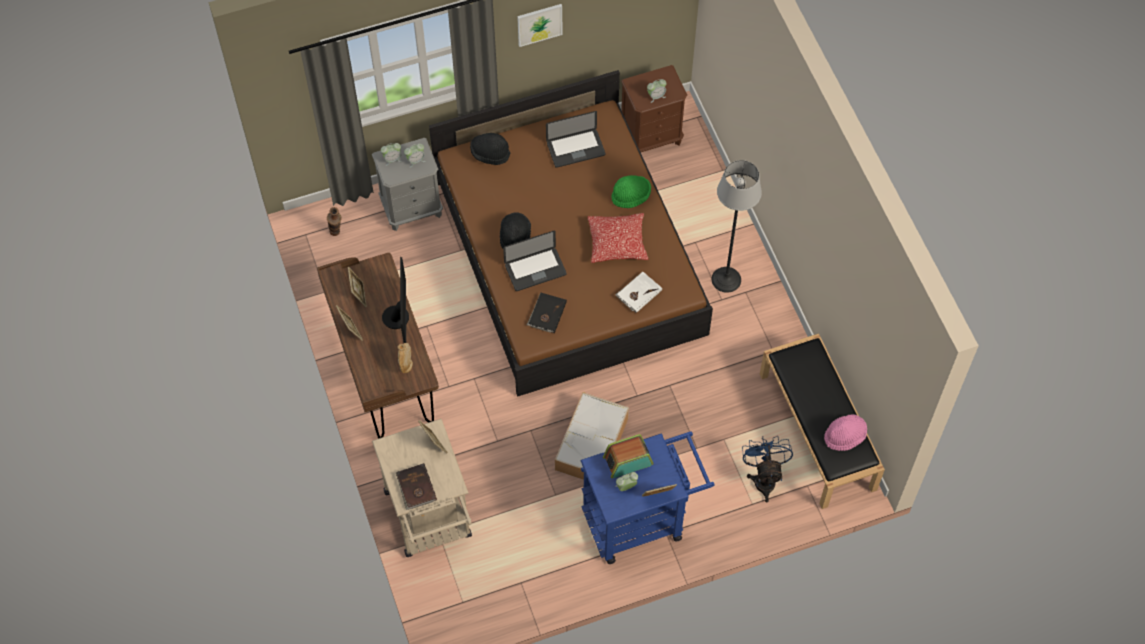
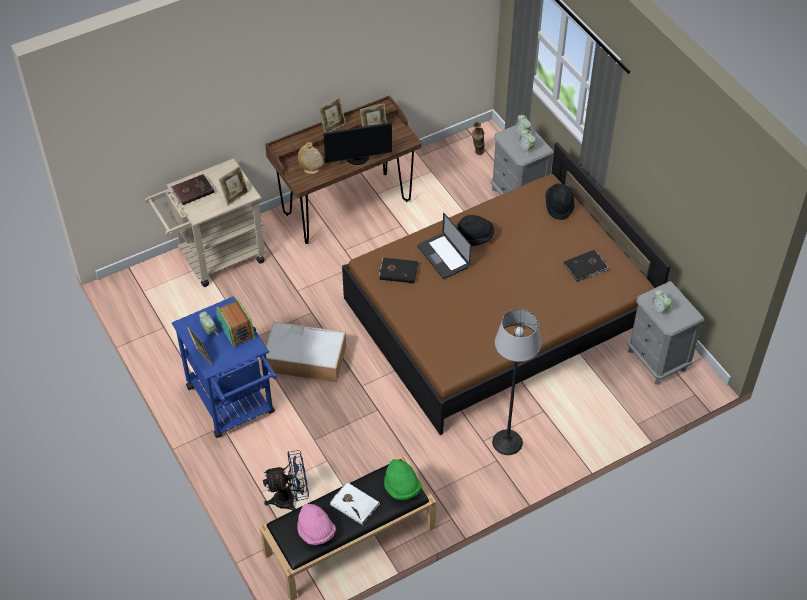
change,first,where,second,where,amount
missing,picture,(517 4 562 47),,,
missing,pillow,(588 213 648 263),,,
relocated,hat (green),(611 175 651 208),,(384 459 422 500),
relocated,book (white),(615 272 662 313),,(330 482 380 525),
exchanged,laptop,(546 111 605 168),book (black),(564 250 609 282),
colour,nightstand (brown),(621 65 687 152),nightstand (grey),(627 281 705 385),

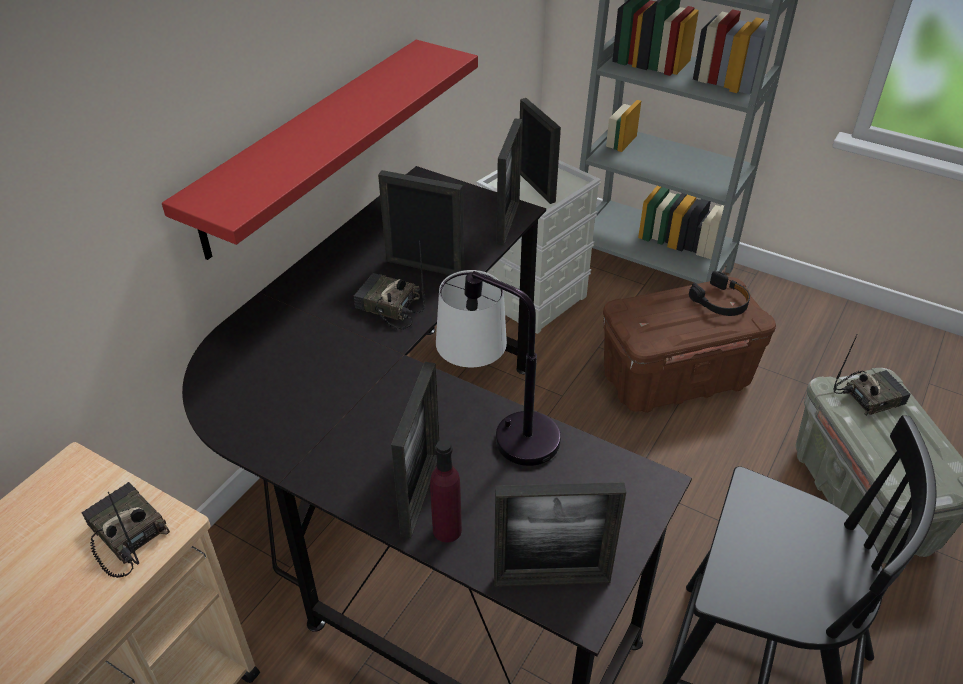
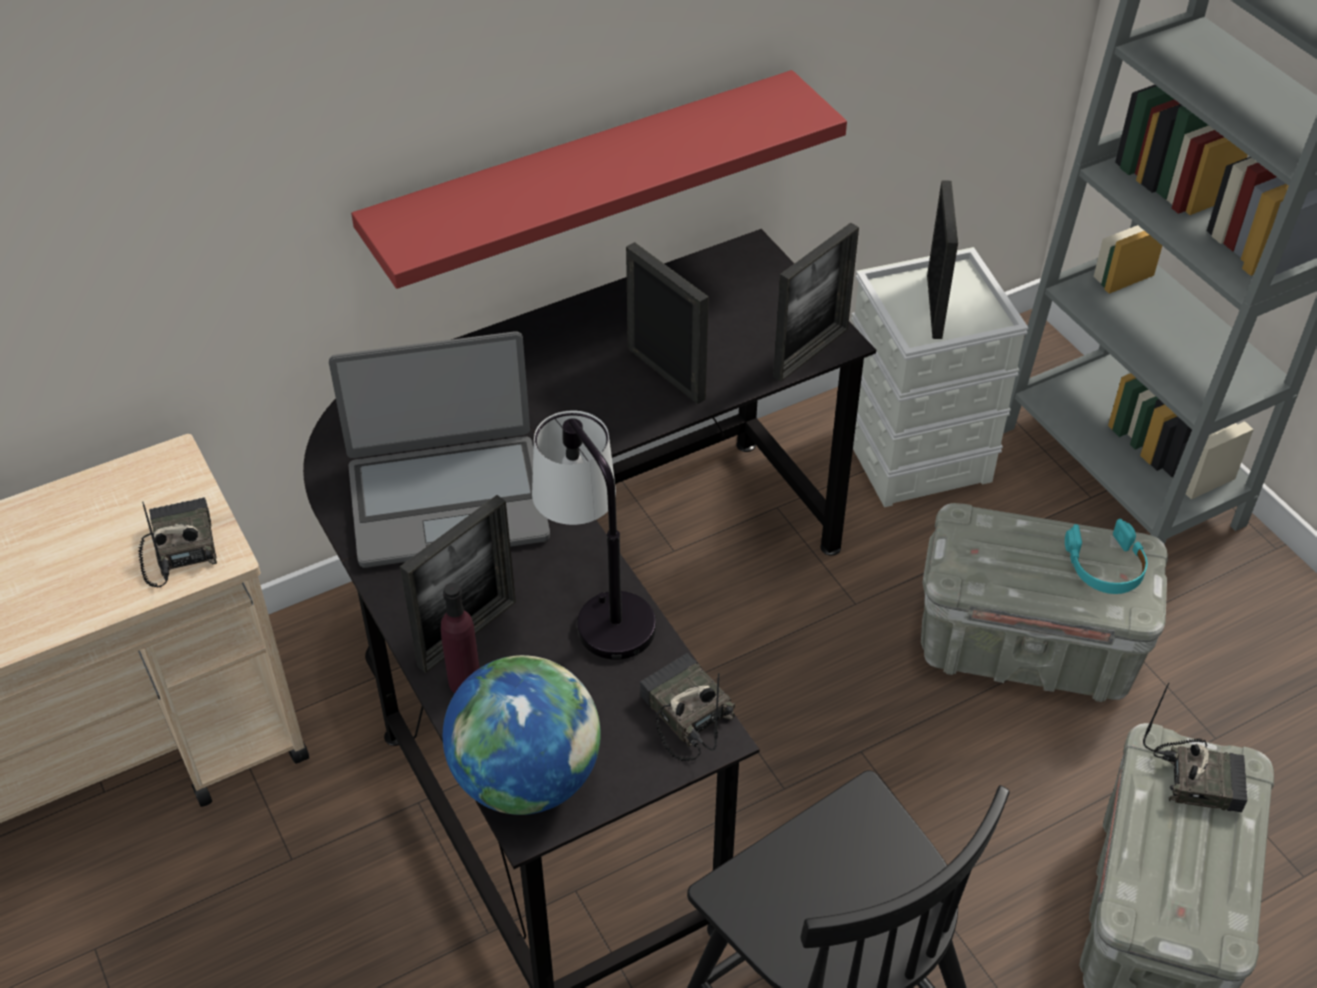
change,first,where,second,where,amount
appeared,,,laptop,(329 331 550 568),
relocated,radio,(354 241 425 330),,(640 653 735 761),
exchanged,picture frame,(494 482 626 587),globe,(443 655 601 815),
colour,storage box (brown),(603 277 776 413),storage box (grey),(921 503 1168 702),
colour,headphones (black),(689 271 750 316),headphones (turquoise),(1065 519 1147 594),

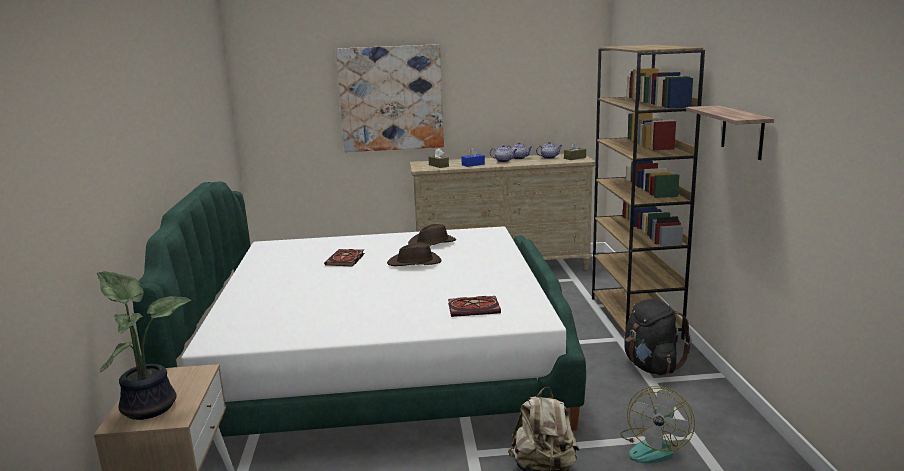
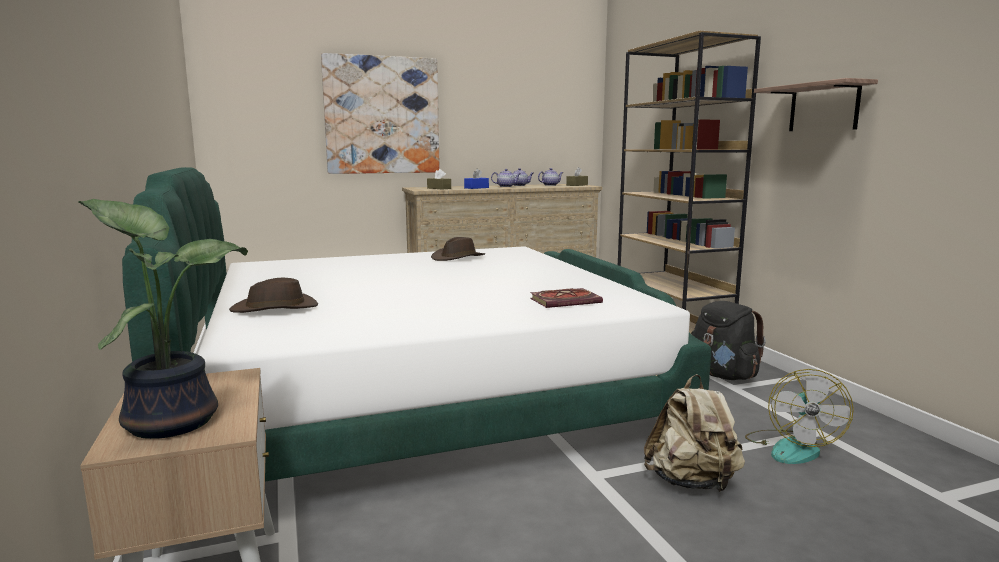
change,first,where,second,where,amount
missing,book,(324 249 365 266),,,
relocated,hat (brown),(387 243 441 266),,(229 278 318 313),

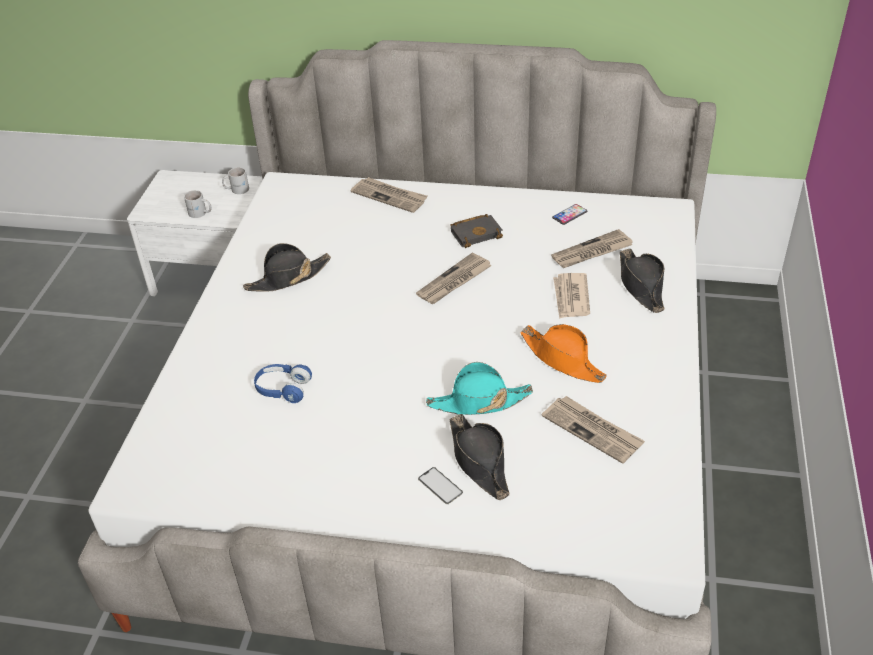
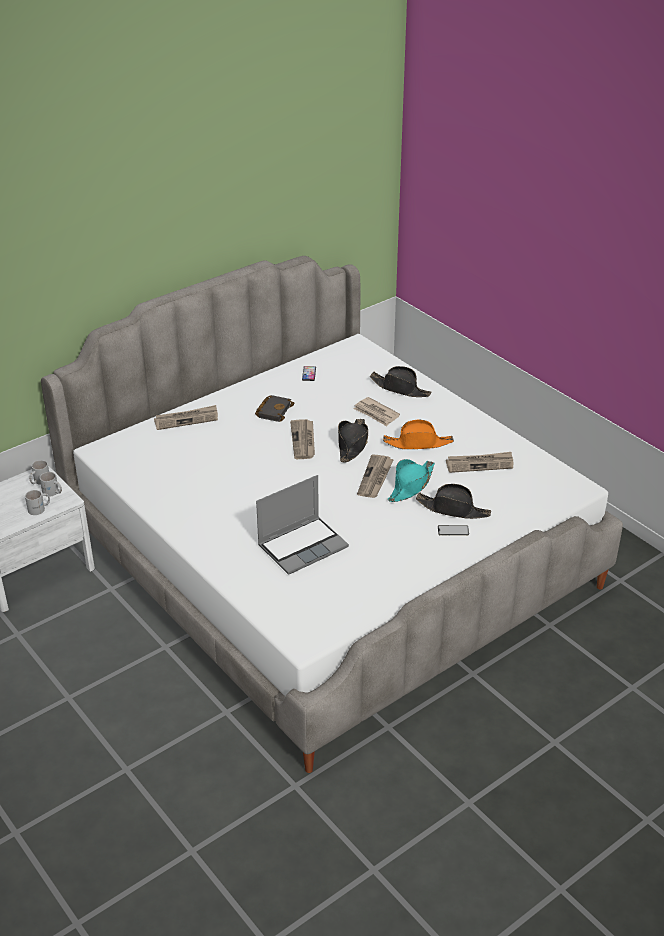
change,first,where,second,where,amount
appeared,,,mug (white),(40 472 62 497),
relocated,hat (black),(243 243 331 292),,(338 419 368 462),
relocated,newspaper,(551 229 633 268),,(357 454 394 498),
exchanged,headphones (blue),(254 364 312 403),laptop,(256 475 349 575),

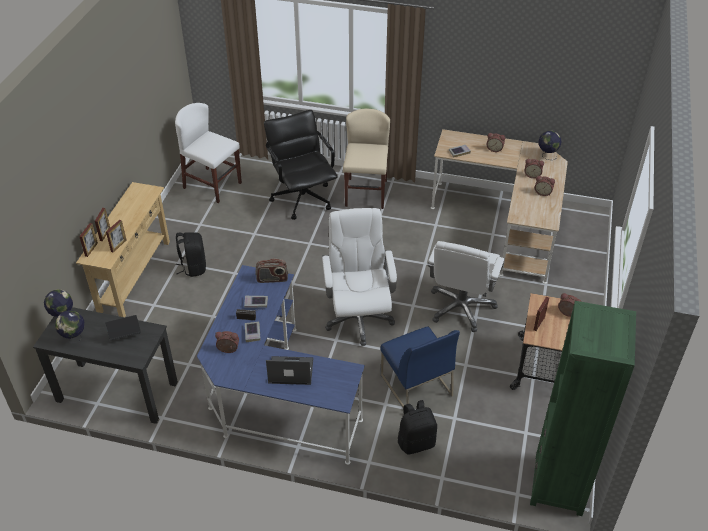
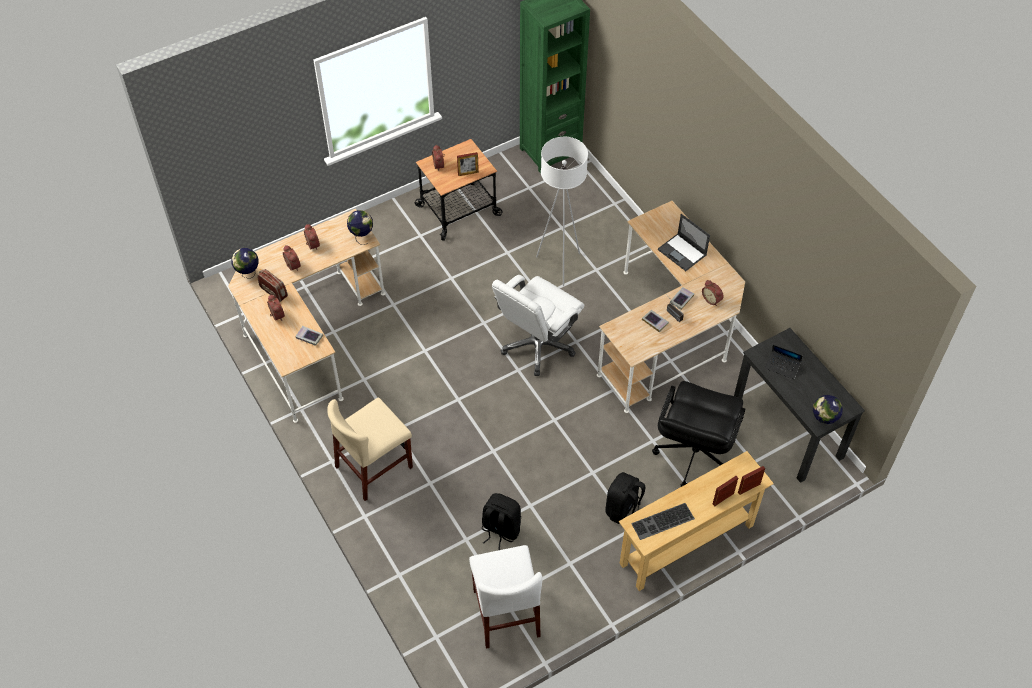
change,first,where,second,where,amount
missing,picture frame,(106 220 126 252),,,
missing,office chair (white),(427 241 505 332),,,
appeared,,,keyboard,(631 503 695 540),
relocated,globe,(55 310 84 343),,(347 210 373 245),
relocated,radio,(256 258 288 283),,(257 269 288 302),
relocated,office chair (black),(264 110 338 220),,(652 381 745 487),
relocated,backpack (black),(397 400 437 455),,(482 493 521 550),
exchanged,chair (blue),(380 326 460 408),floor lamp (white),(536 137 588 286),
colour,desk (blue),(197 265 365 465),desk (beige),(597 201 745 413),

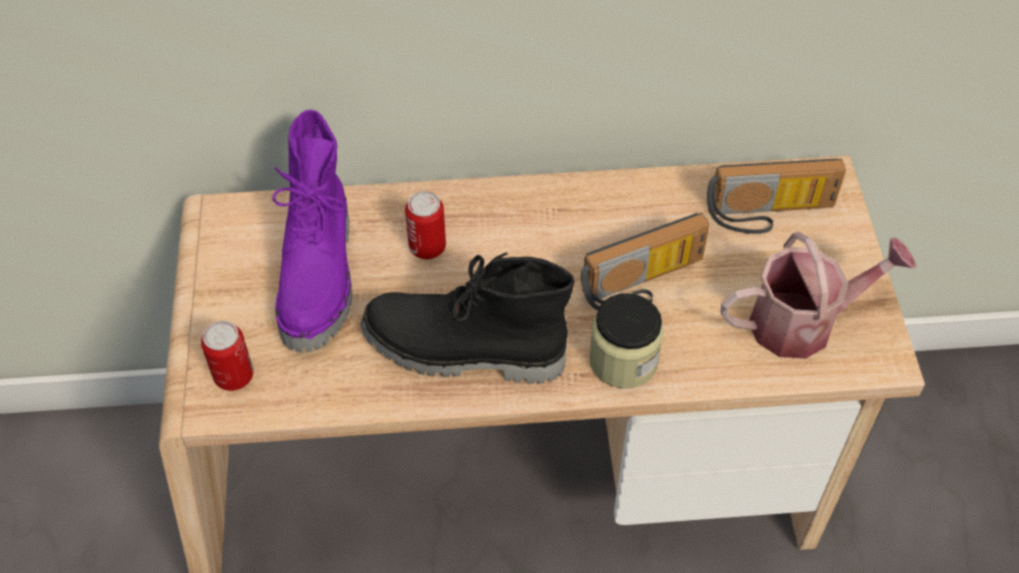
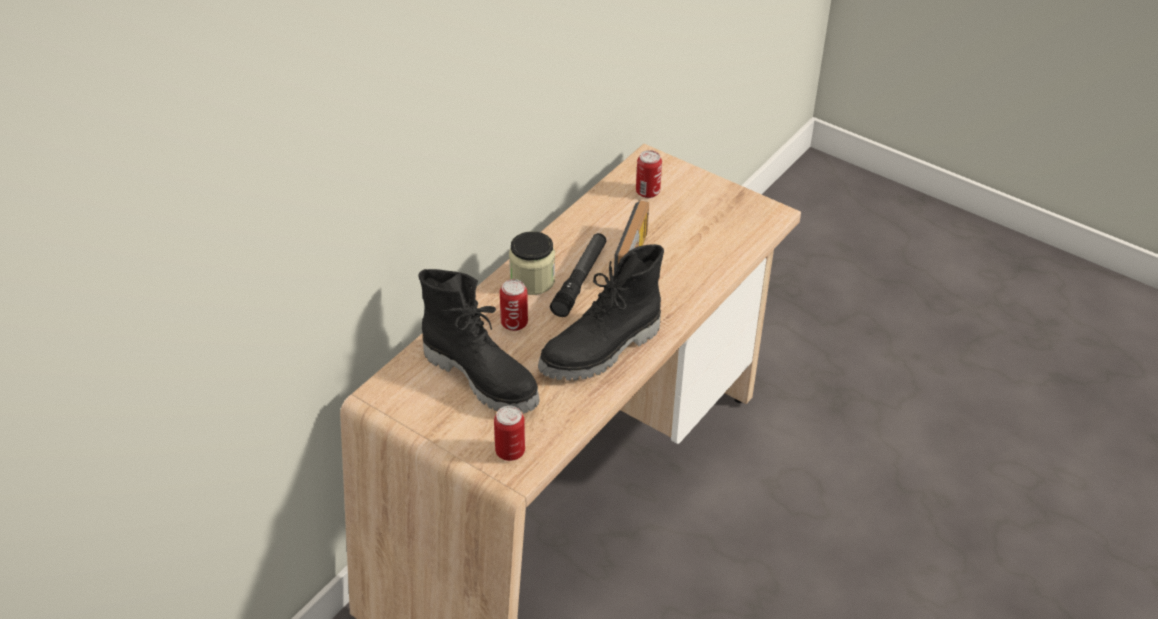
change,first,where,second,where,amount
missing,watering can,(720 232 916 359),,,
appeared,,,flashlight,(550 233 606 317),
relocated,jar,(589 293 664 389),,(509 231 555 295),
exchanged,radio,(707 159 846 234),can,(636 150 662 198),
colour,boot (purple),(272 110 353 353),boot (black),(418 269 540 414),

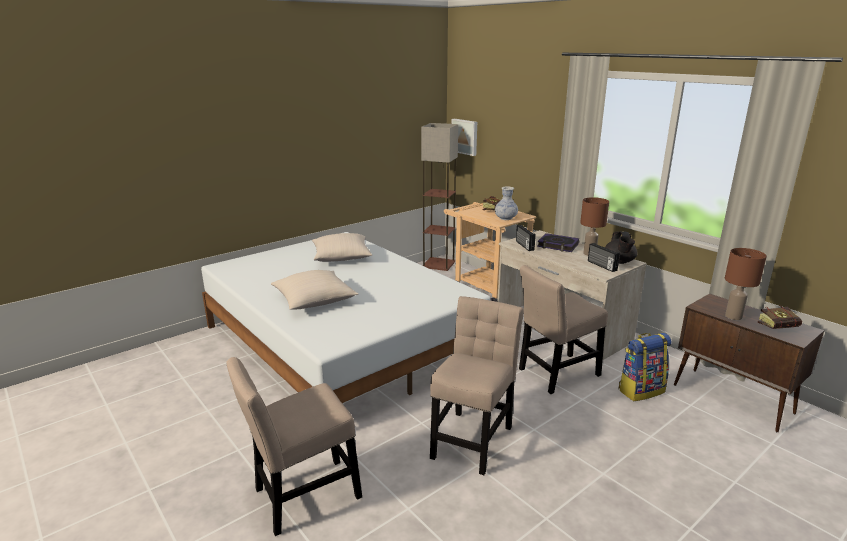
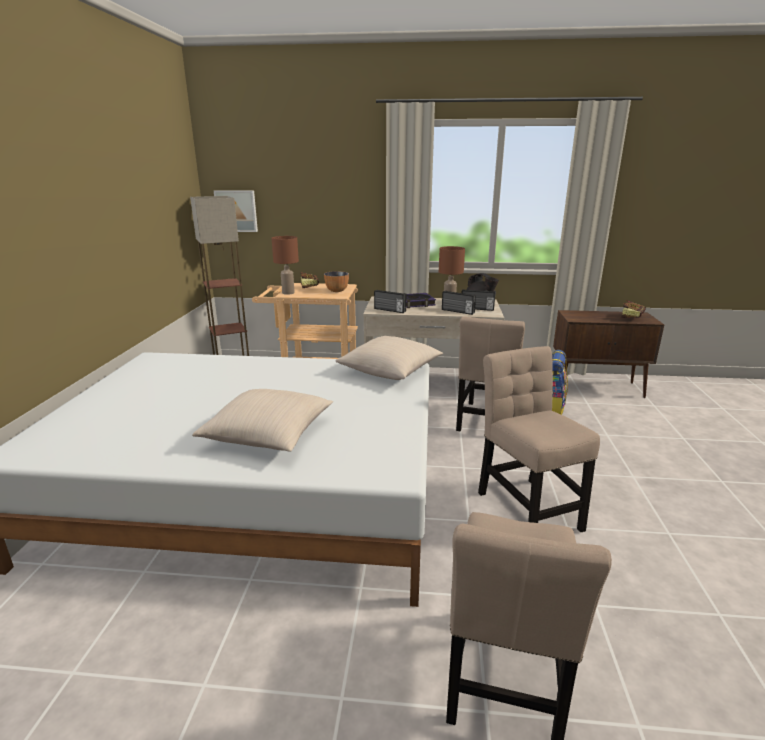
change,first,where,second,where,amount
appeared,,,radio,(442 291 476 315),
relocated,pillow (beige),(312 233 372 262),,(335 336 443 380),
relocated,table lamp (brown),(725 248 767 320),,(271 236 299 295),
exchanged,vase,(495 186 518 220),bowl,(324 271 349 292),

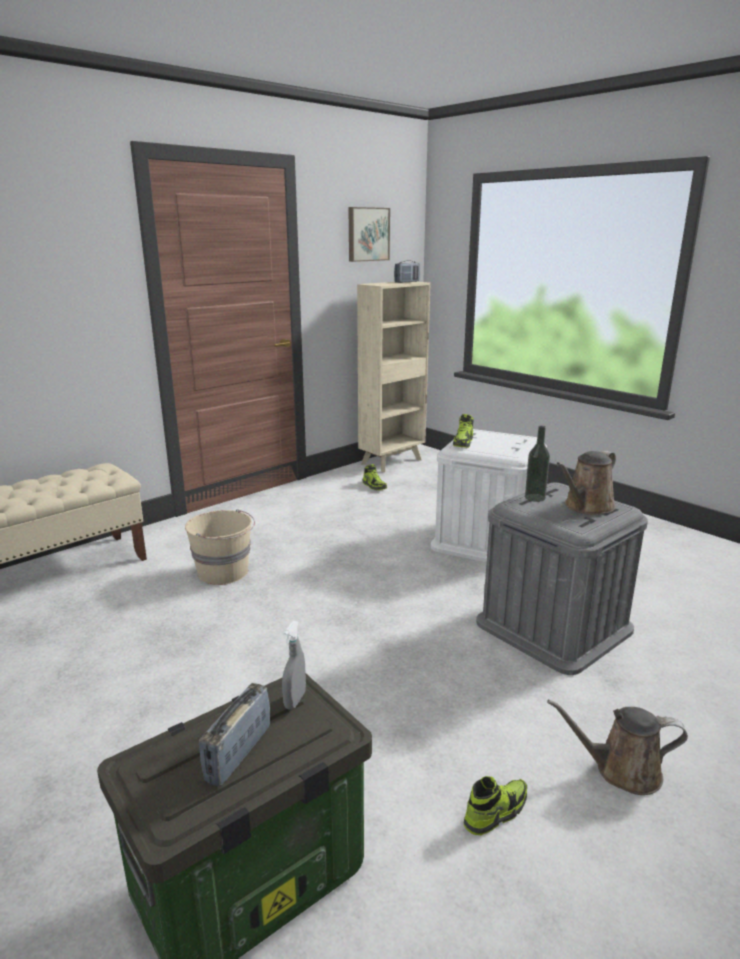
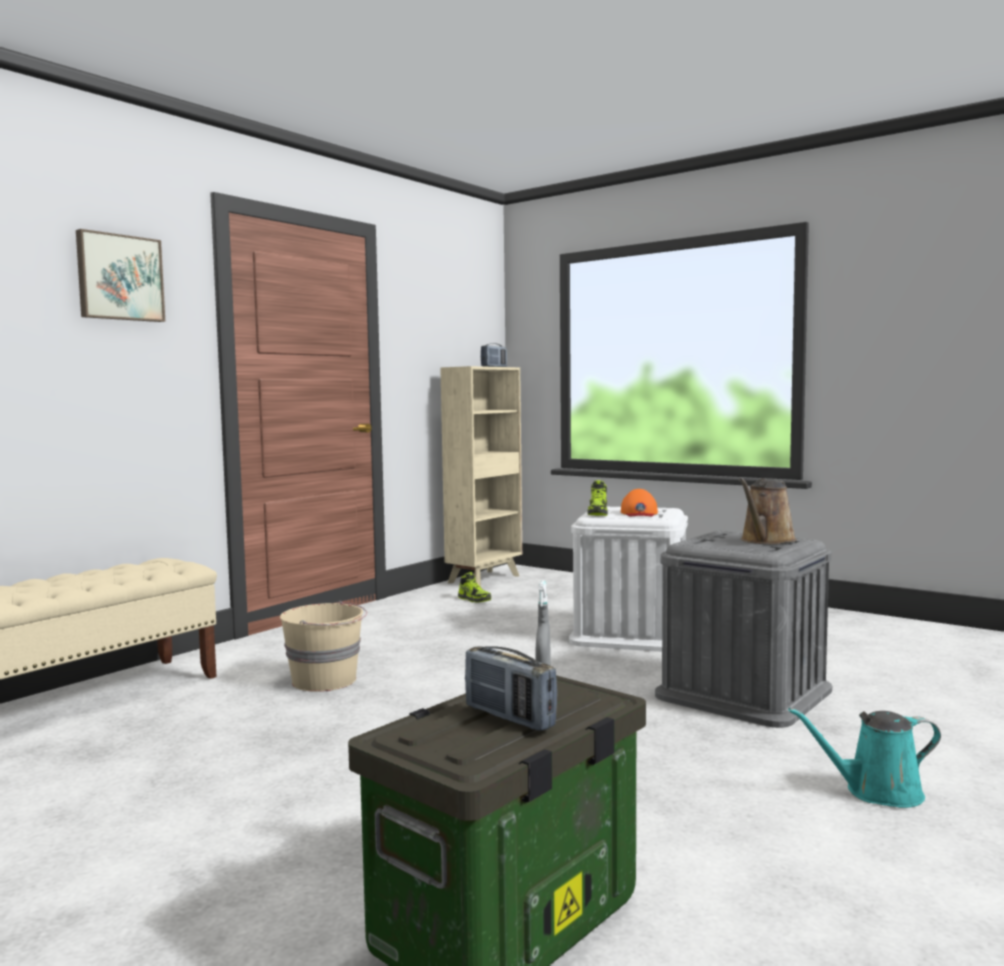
change,first,where,second,where,amount
missing,shoe,(464 776 527 835),,,
missing,bottle,(525 426 550 502),,,
appeared,,,cap (orange),(621 489 658 516),
relocated,picture,(348 207 390 262),,(76 229 165 322),
colour,watering can (brown),(547 699 688 795),watering can (turquoise),(788 708 941 808),
spun,radio,(199 683 270 787),,(465 646 557 731),60 degrees counterclockwise

